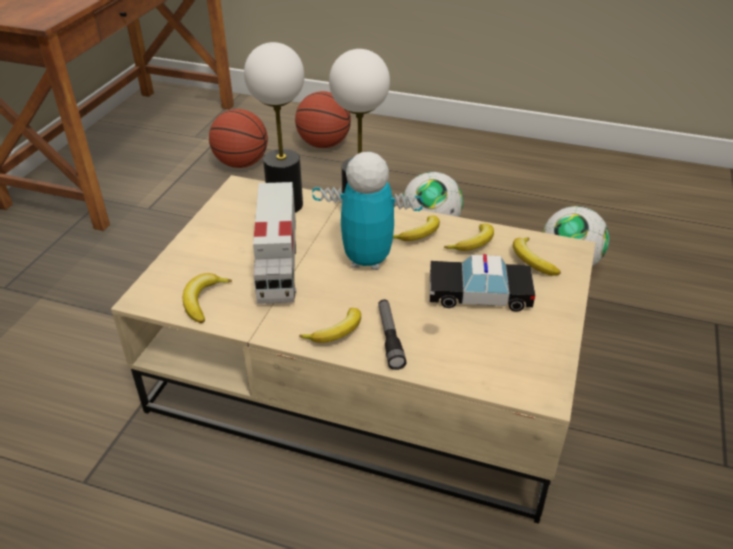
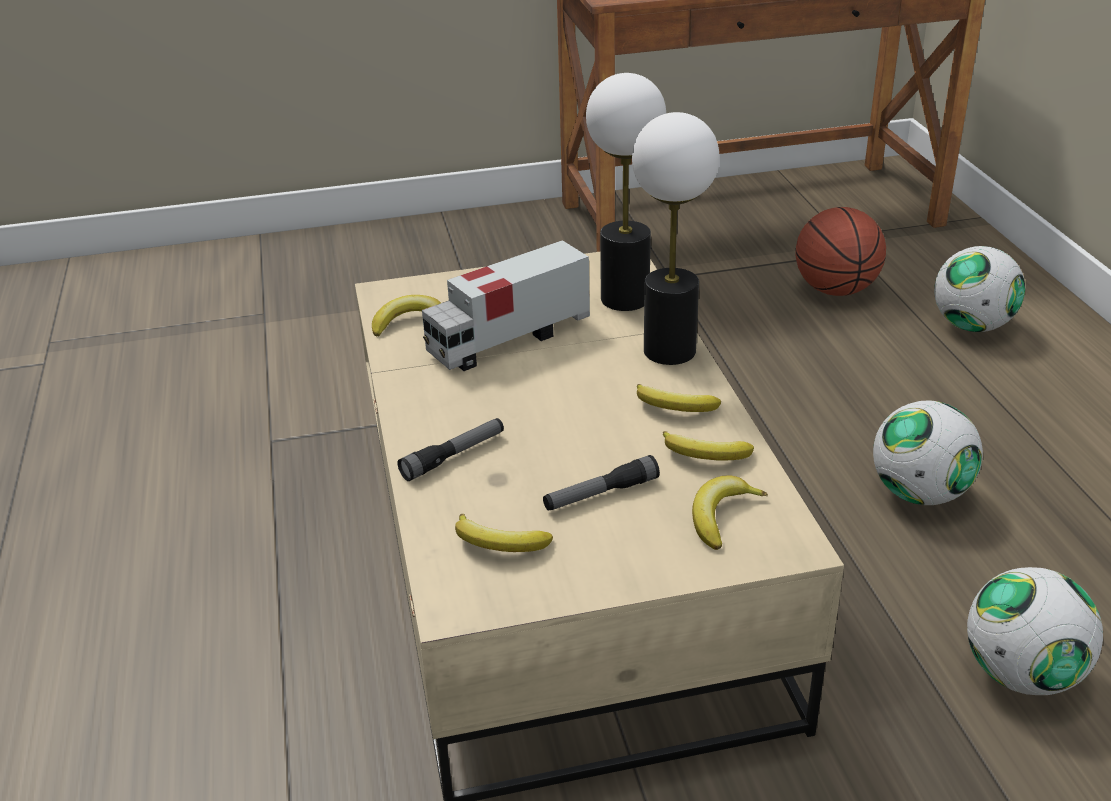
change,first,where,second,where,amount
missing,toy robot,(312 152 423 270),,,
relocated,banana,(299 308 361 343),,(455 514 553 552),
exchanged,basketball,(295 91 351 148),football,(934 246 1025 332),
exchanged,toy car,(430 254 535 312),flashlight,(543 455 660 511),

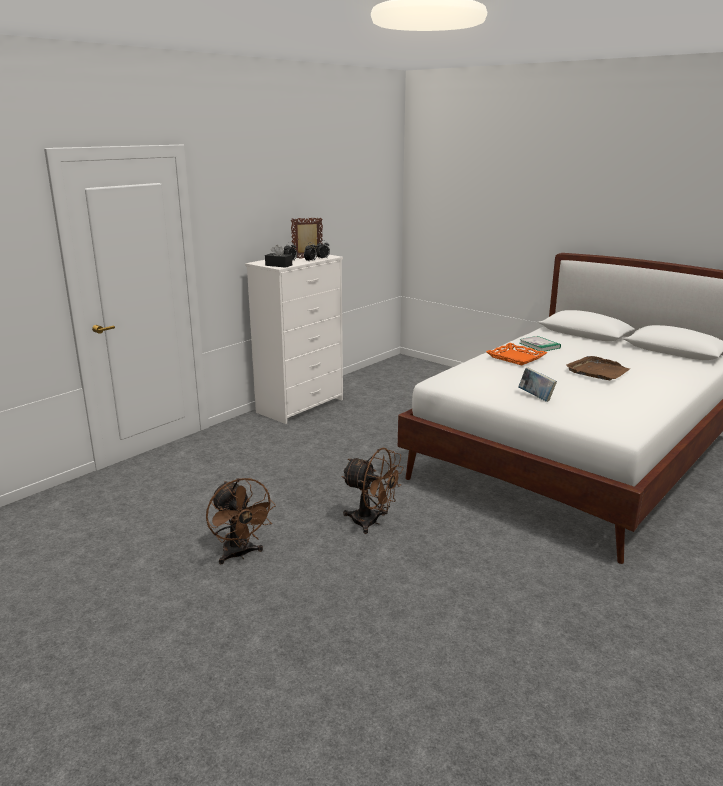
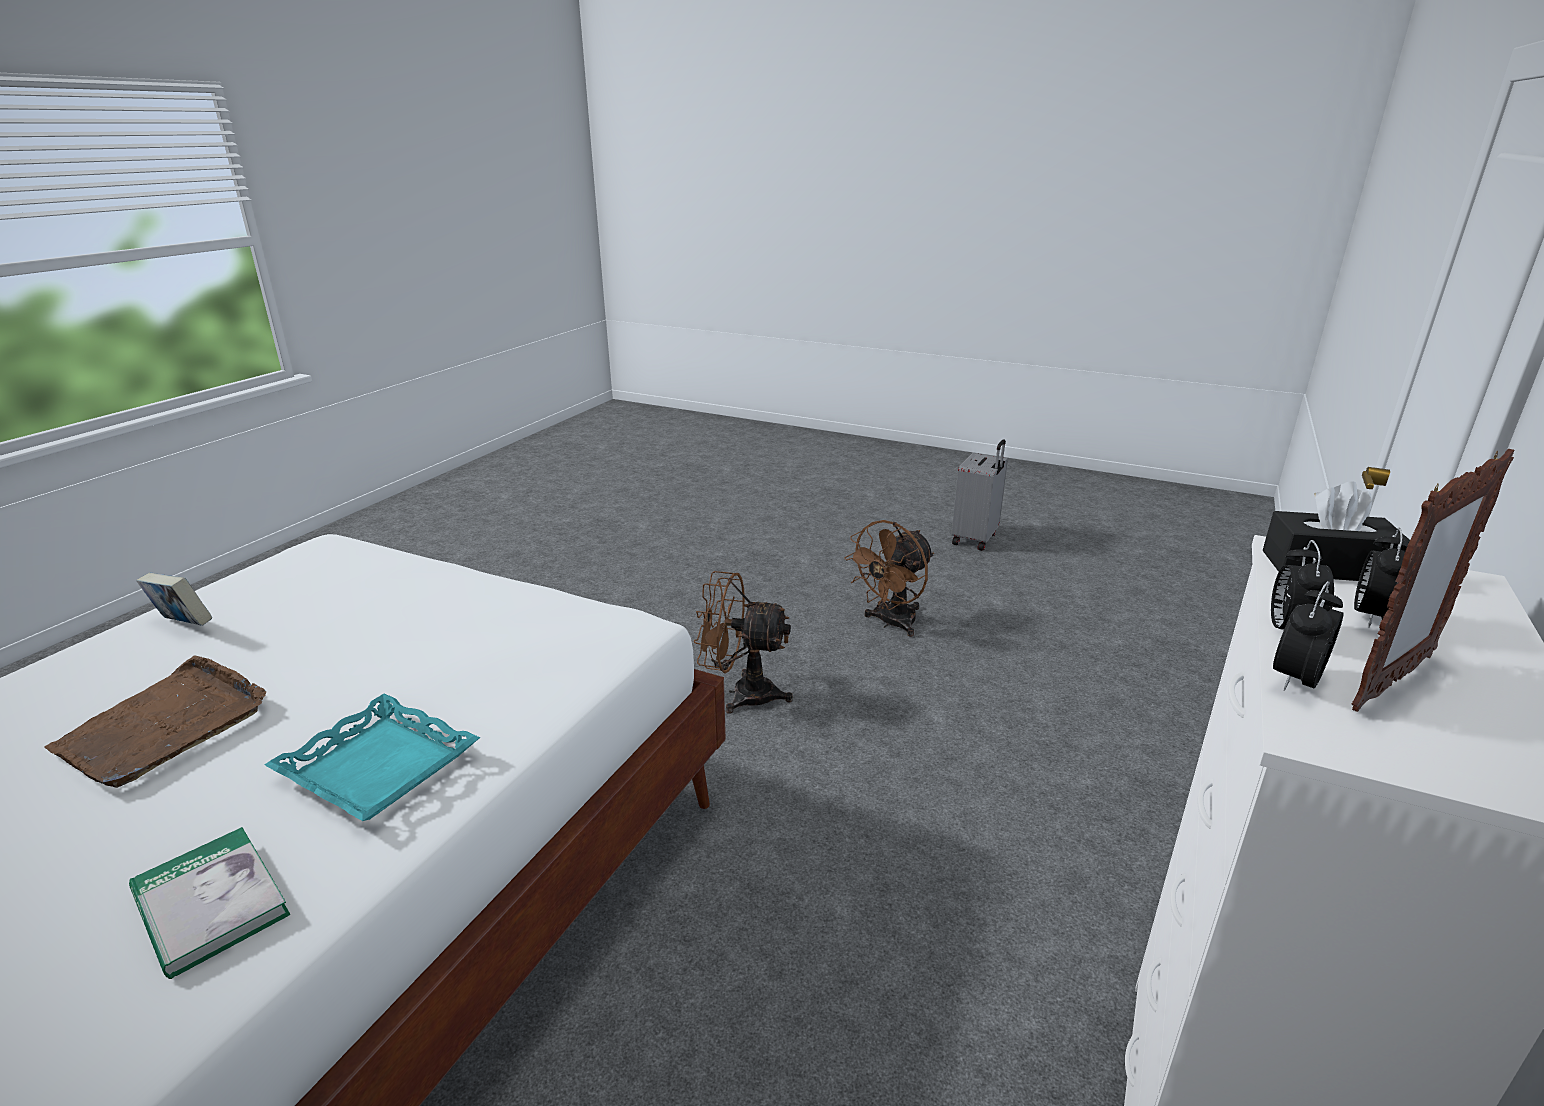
change,first,where,second,where,amount
appeared,,,suitcase (grey),(952 439 1008 551),
relocated,book,(518 367 557 402),,(136 573 213 626),
colour,tray (orange),(486 343 547 365),tray (turquoise),(265 694 480 821),
spun,fan (brown),(206 478 276 564),,(844 520 934 637),90 degrees counterclockwise

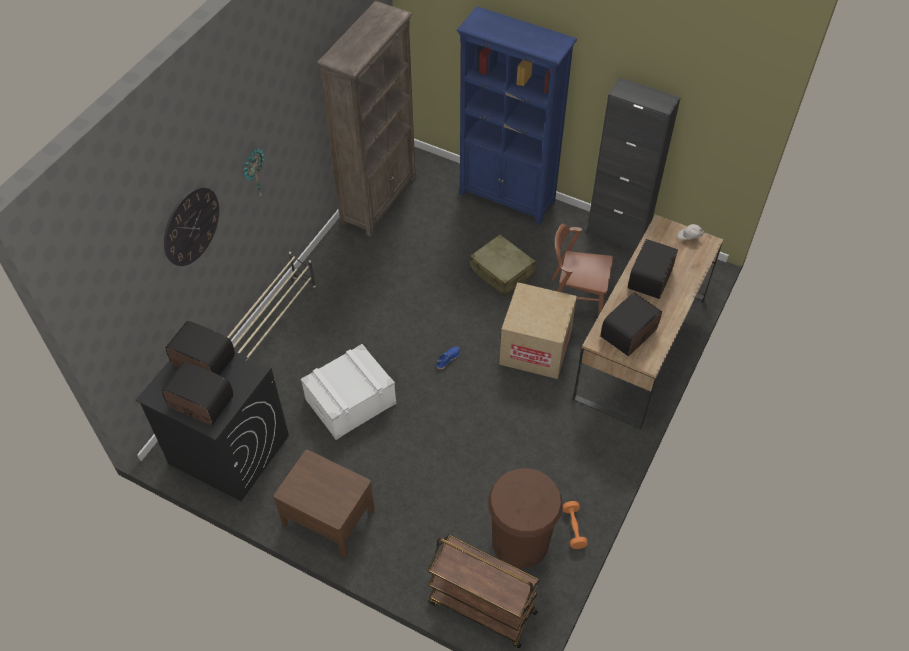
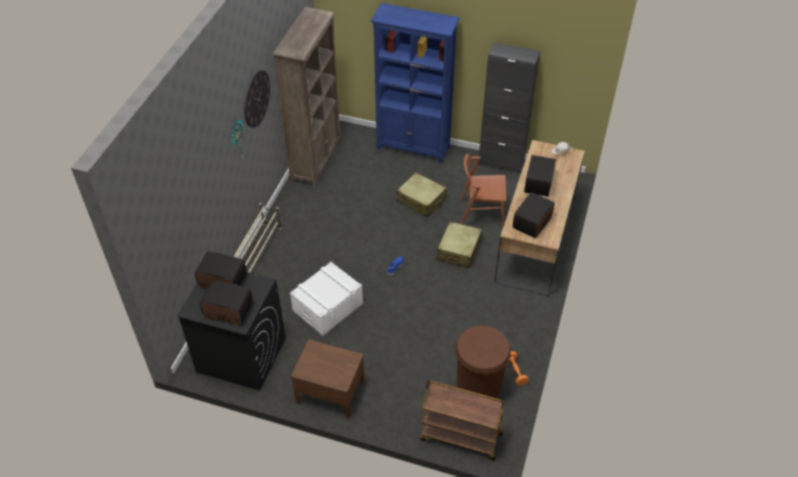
change,first,where,second,where,amount
relocated,wall clock,(164 187 219 266),,(244 70 270 128),
exchanged,cardboard box,(499 282 577 379),suitcase (beige),(437 221 482 268),

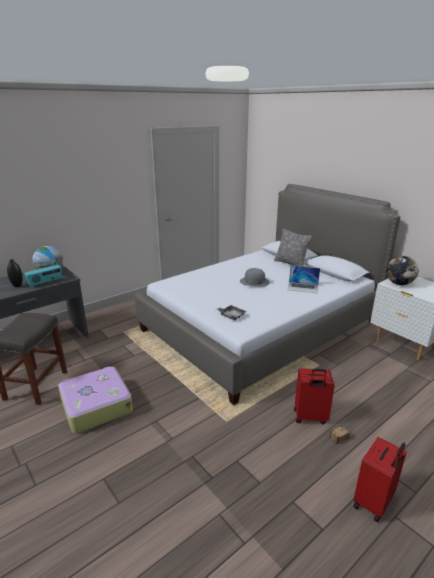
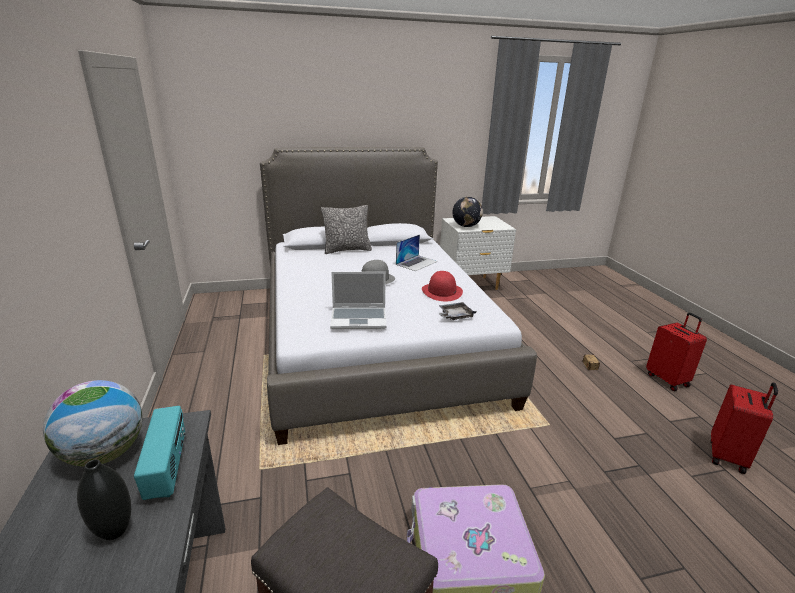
change,first,where,second,where,amount
appeared,,,laptop,(330 272 387 329),
appeared,,,hat (red),(422 271 463 301),
relocated,suitcase (red),(294 368 335 424),,(711 382 778 474),

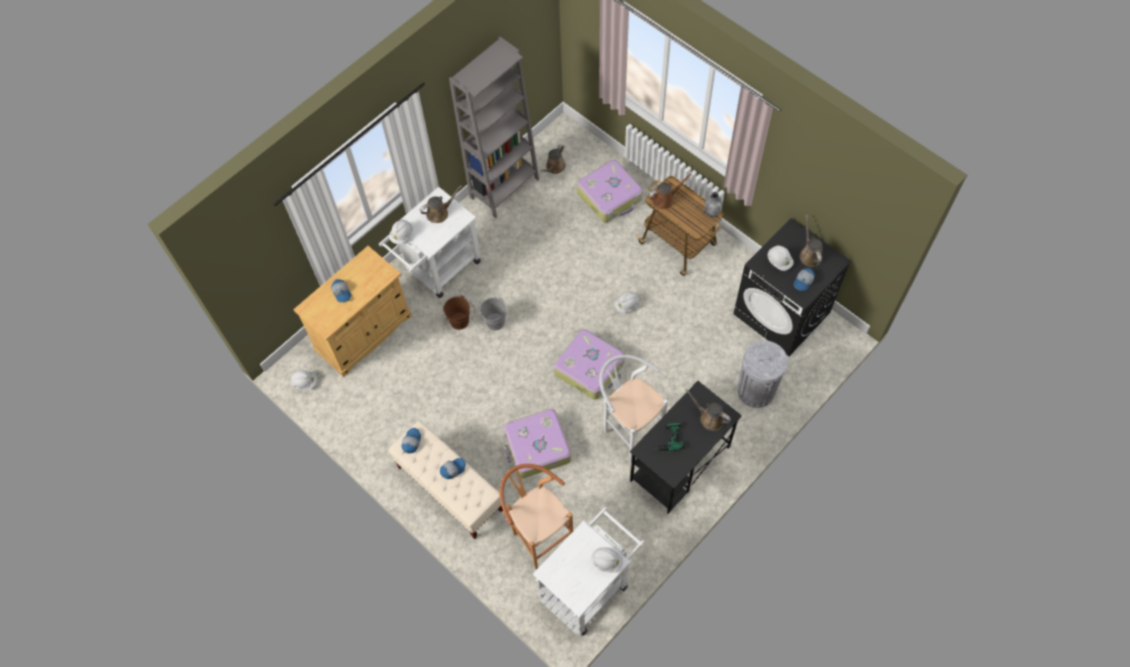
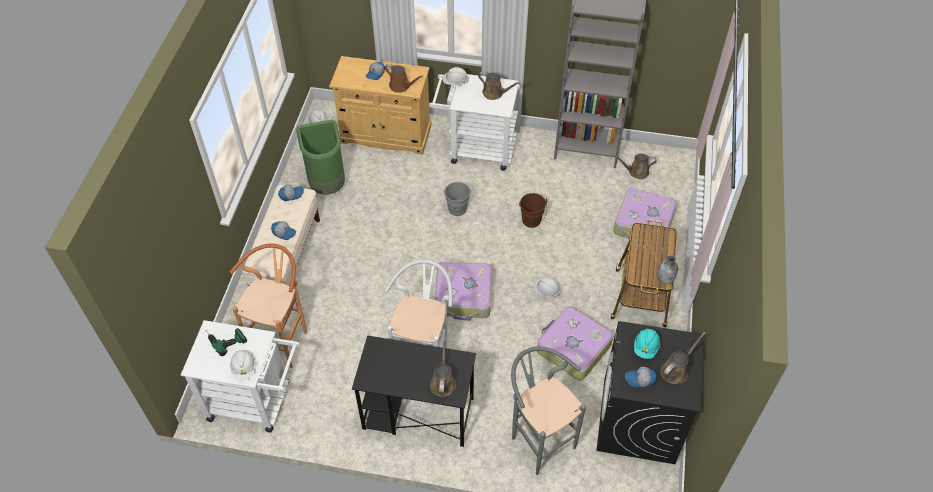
change,first,where,second,where,amount
appeared,,,trash can (green),(296 120 345 195),
relocated,bucket (brown),(443 295 475 330),,(519 193 547 228),
relocated,suitcase,(503 409 571 478),,(537 307 613 381),
relocated,watering can (brown),(649 174 692 209),,(384 64 423 93),
relocated,power drill,(656 422 685 451),,(207 328 247 356),
exchanged,trash can (grey),(737 340 788 408),stool (grey),(511 347 586 475),
colour,hard hat (white),(768 245 794 271),hard hat (turquoise),(634 328 660 359),

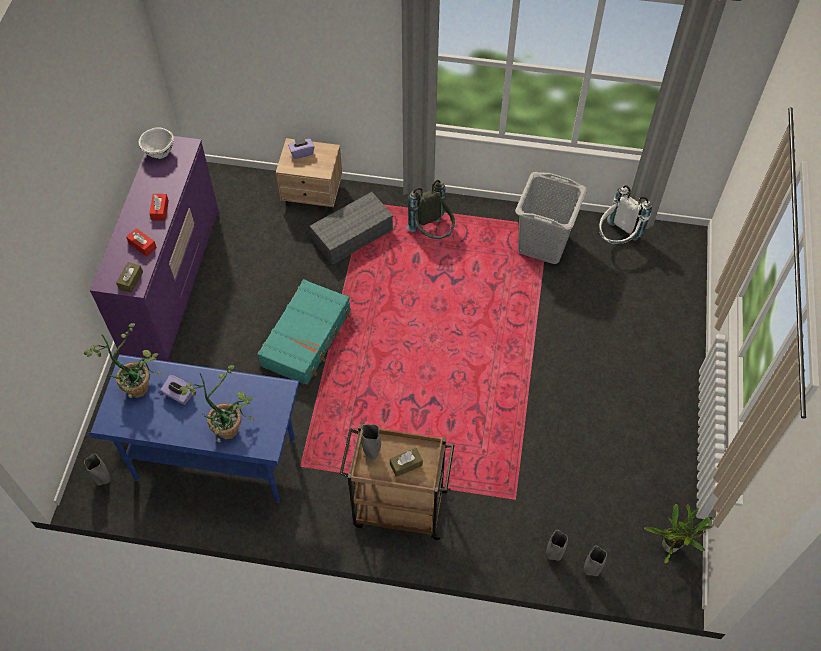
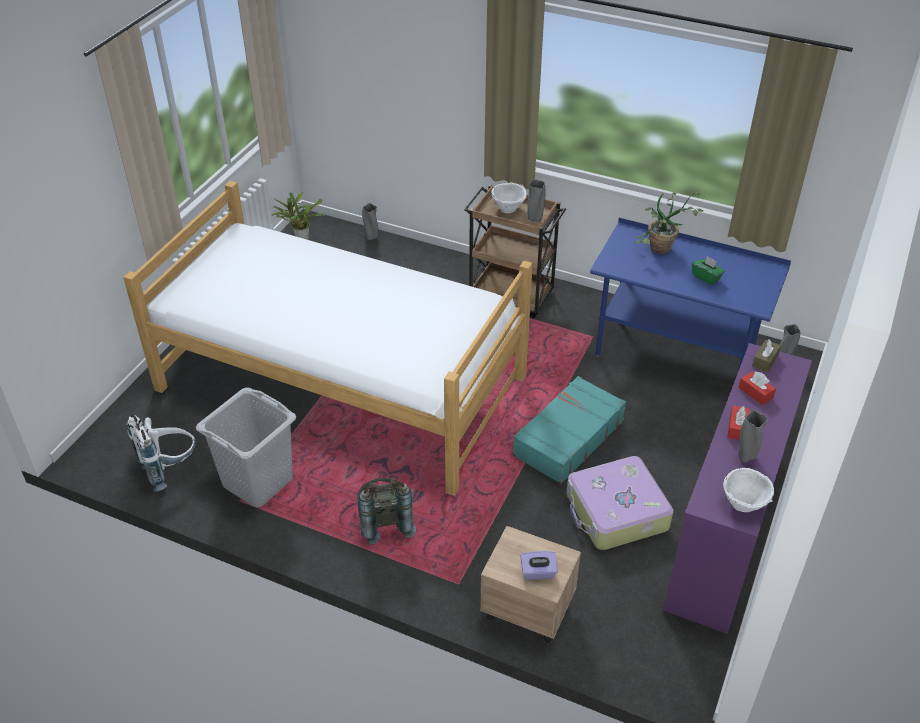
change,first,where,second,where,amount
missing,potted plant,(84 323 162 398),,,
missing,storage box (grey),(310 192 393 265),,,
appeared,,,bed,(123 181 533 496),
appeared,,,suitcase,(567 456 673 550),
relocated,vase (grey),(546 530 568 561),,(738 410 768 462),
exchanged,tissue box (brown),(390 448 423 477),bowl (white),(491 183 527 213),
colour,tissue box (purple),(160 375 193 405),tissue box (green),(692 256 725 285),

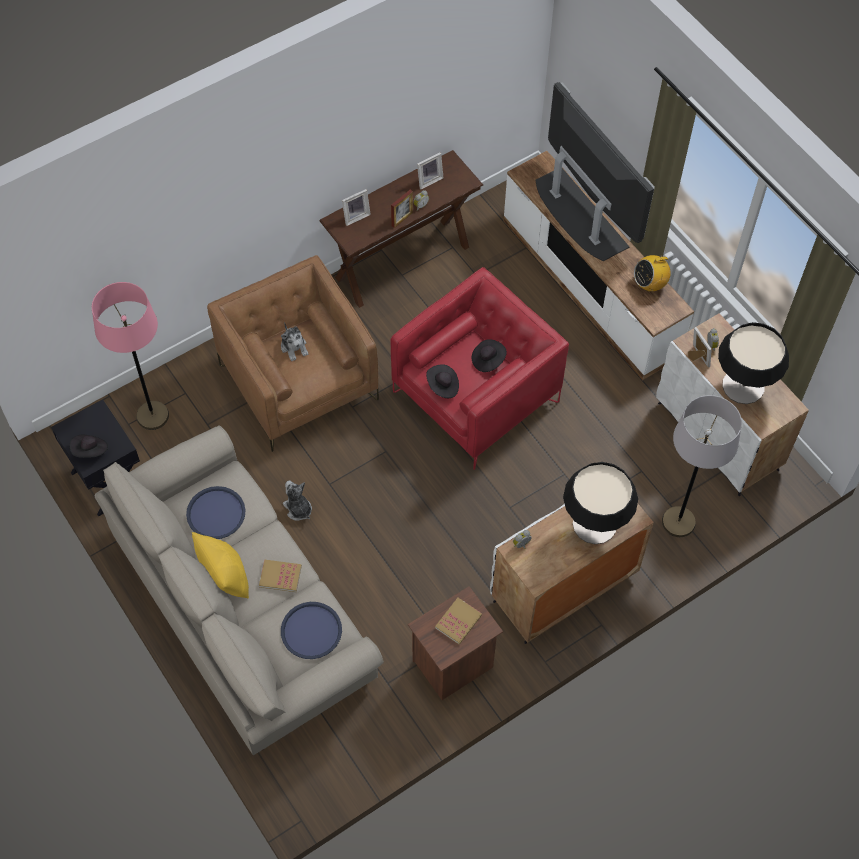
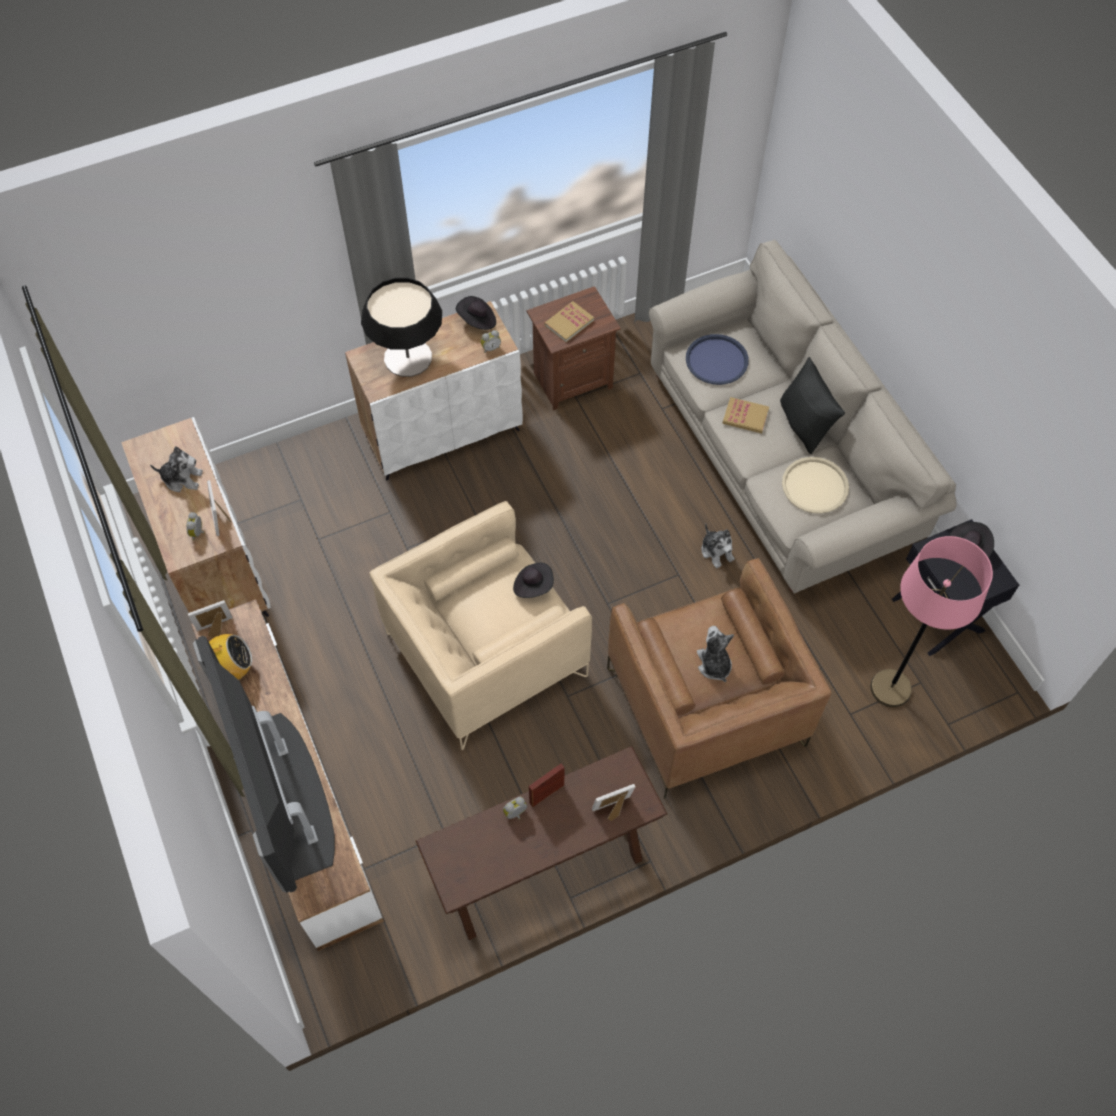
change,first,where,second,where,amount
missing,floor lamp (grey),(662 395 742 537),,,
relocated,picture frame,(417 152 443 189),,(188 600 233 638),
relocated,hat (black),(472 339 507 372),,(456 296 496 330),
exchanged,table lamp,(718 322 789 404),plush toy,(150 447 203 492),
colour,tray (blue),(186 486 245 539),tray (beige),(782 457 849 513),
colour,pillow (yellow),(192 532 249 599),pillow (black),(780 357 845 454),
colour,armchair (red),(391 267 569 470),armchair (beige),(369 501 592 750),

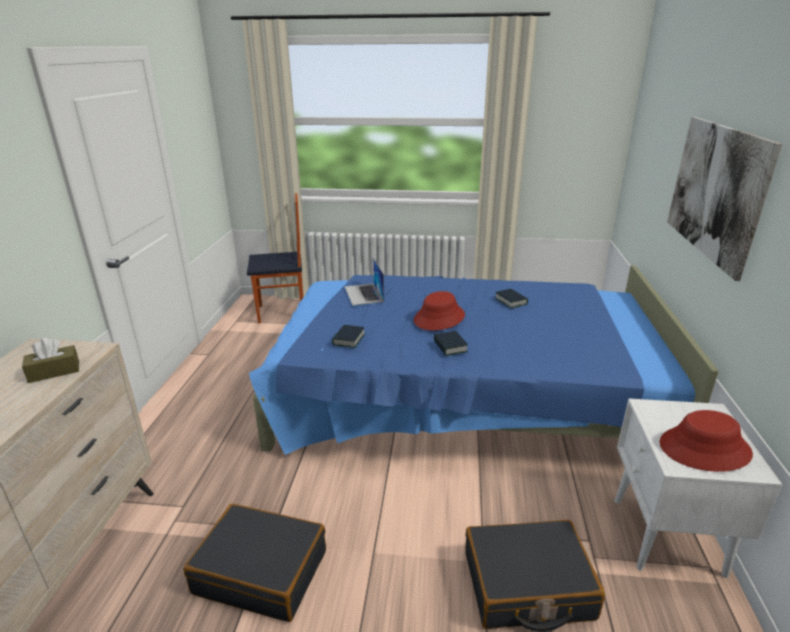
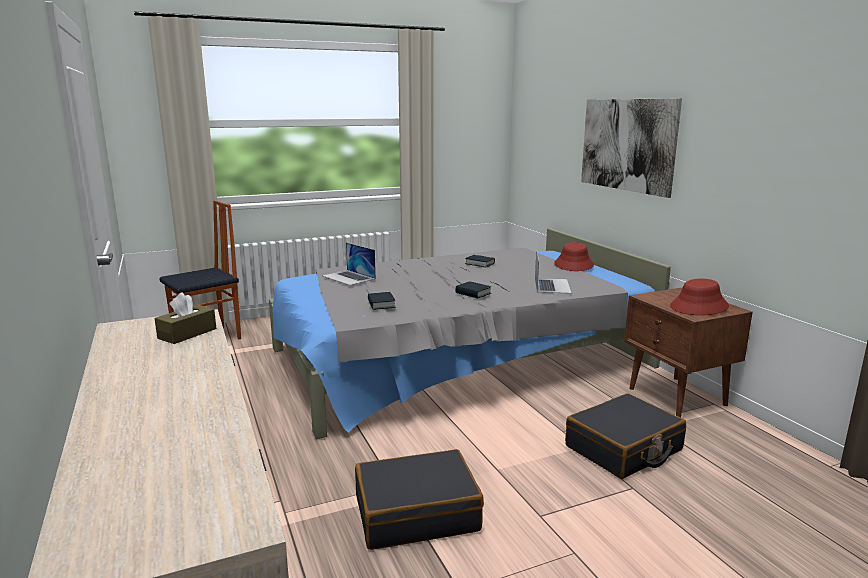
change,first,where,second,where,amount
appeared,,,laptop,(535 250 571 294),
relocated,hat (red),(414 291 465 331),,(554 242 594 271),
colour,bed (blue),(249 265 719 455),bed (grey),(269 228 671 439),
colour,nightstand (white),(614 399 782 578),nightstand (brown),(624 287 753 417),

